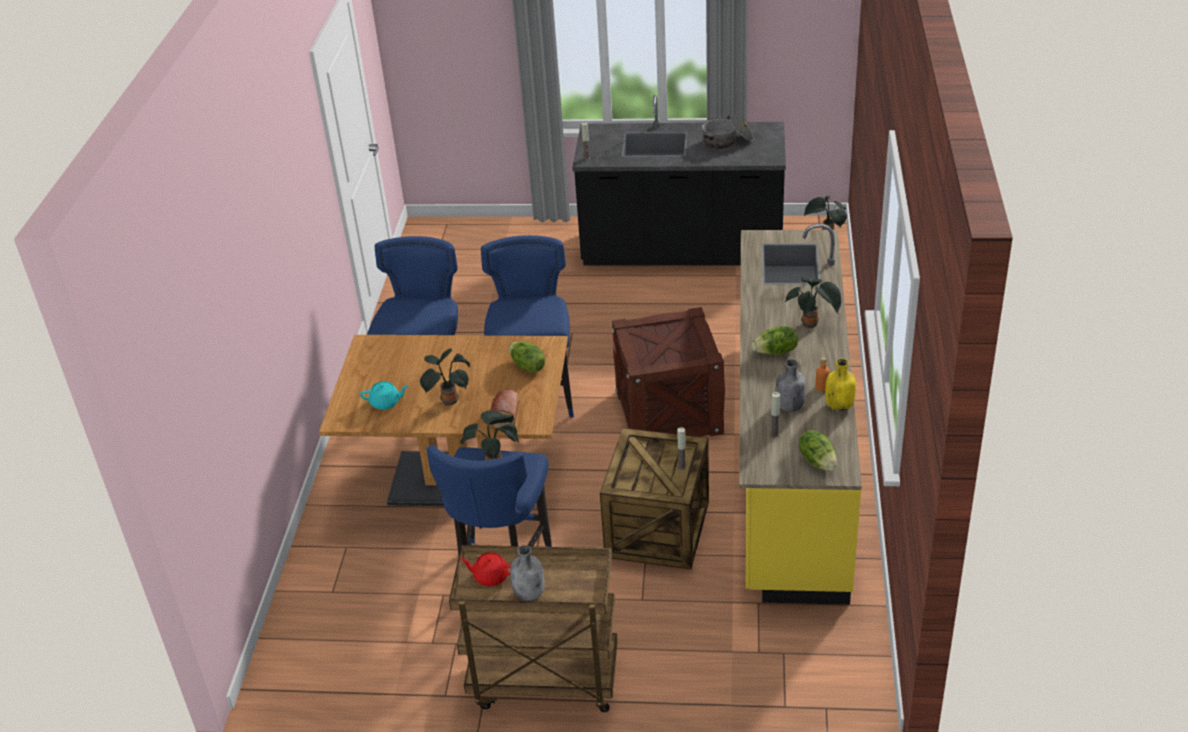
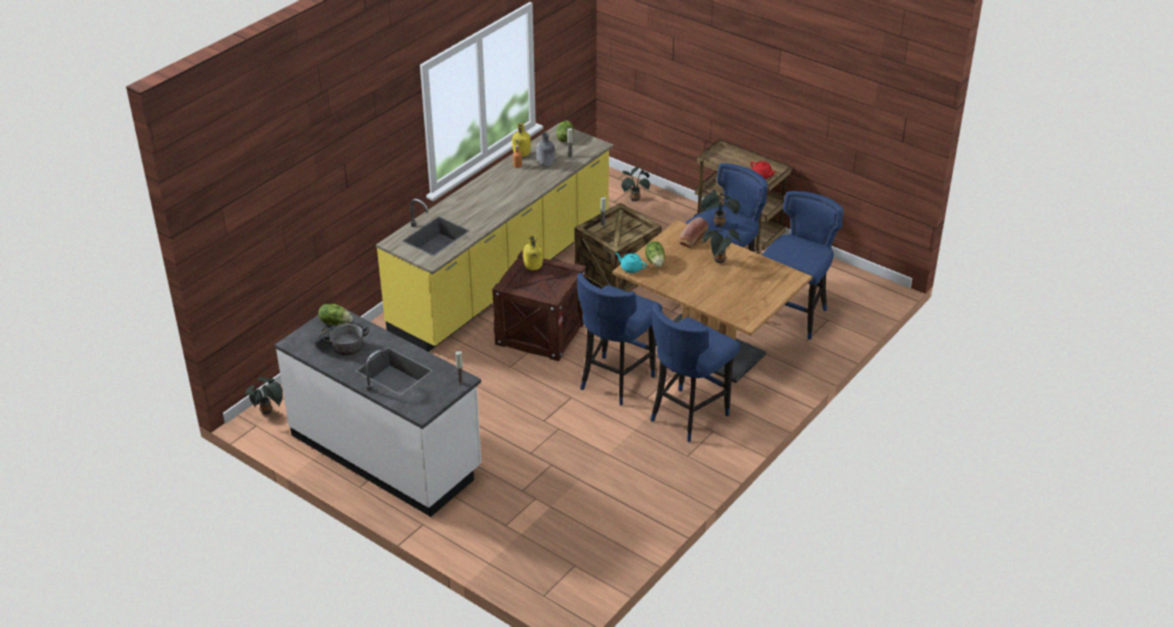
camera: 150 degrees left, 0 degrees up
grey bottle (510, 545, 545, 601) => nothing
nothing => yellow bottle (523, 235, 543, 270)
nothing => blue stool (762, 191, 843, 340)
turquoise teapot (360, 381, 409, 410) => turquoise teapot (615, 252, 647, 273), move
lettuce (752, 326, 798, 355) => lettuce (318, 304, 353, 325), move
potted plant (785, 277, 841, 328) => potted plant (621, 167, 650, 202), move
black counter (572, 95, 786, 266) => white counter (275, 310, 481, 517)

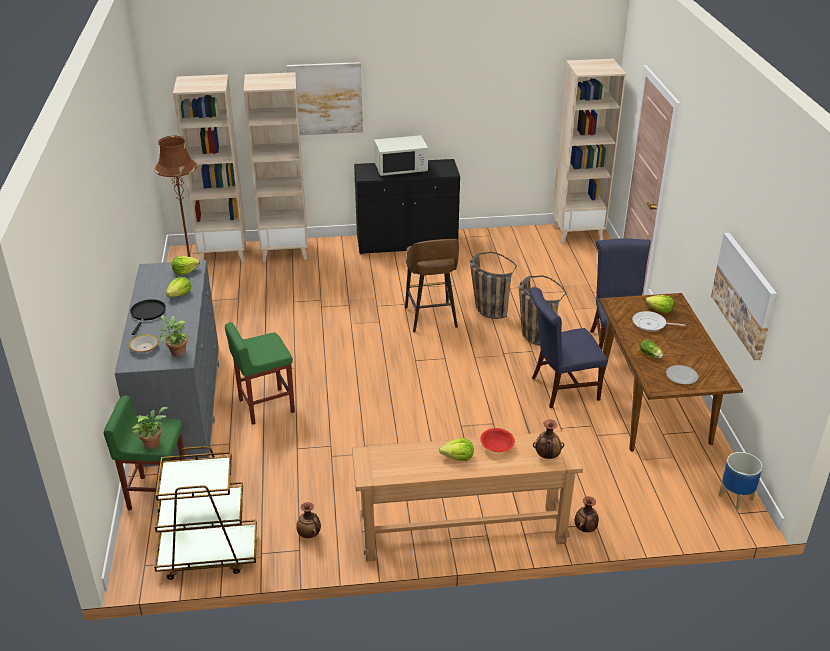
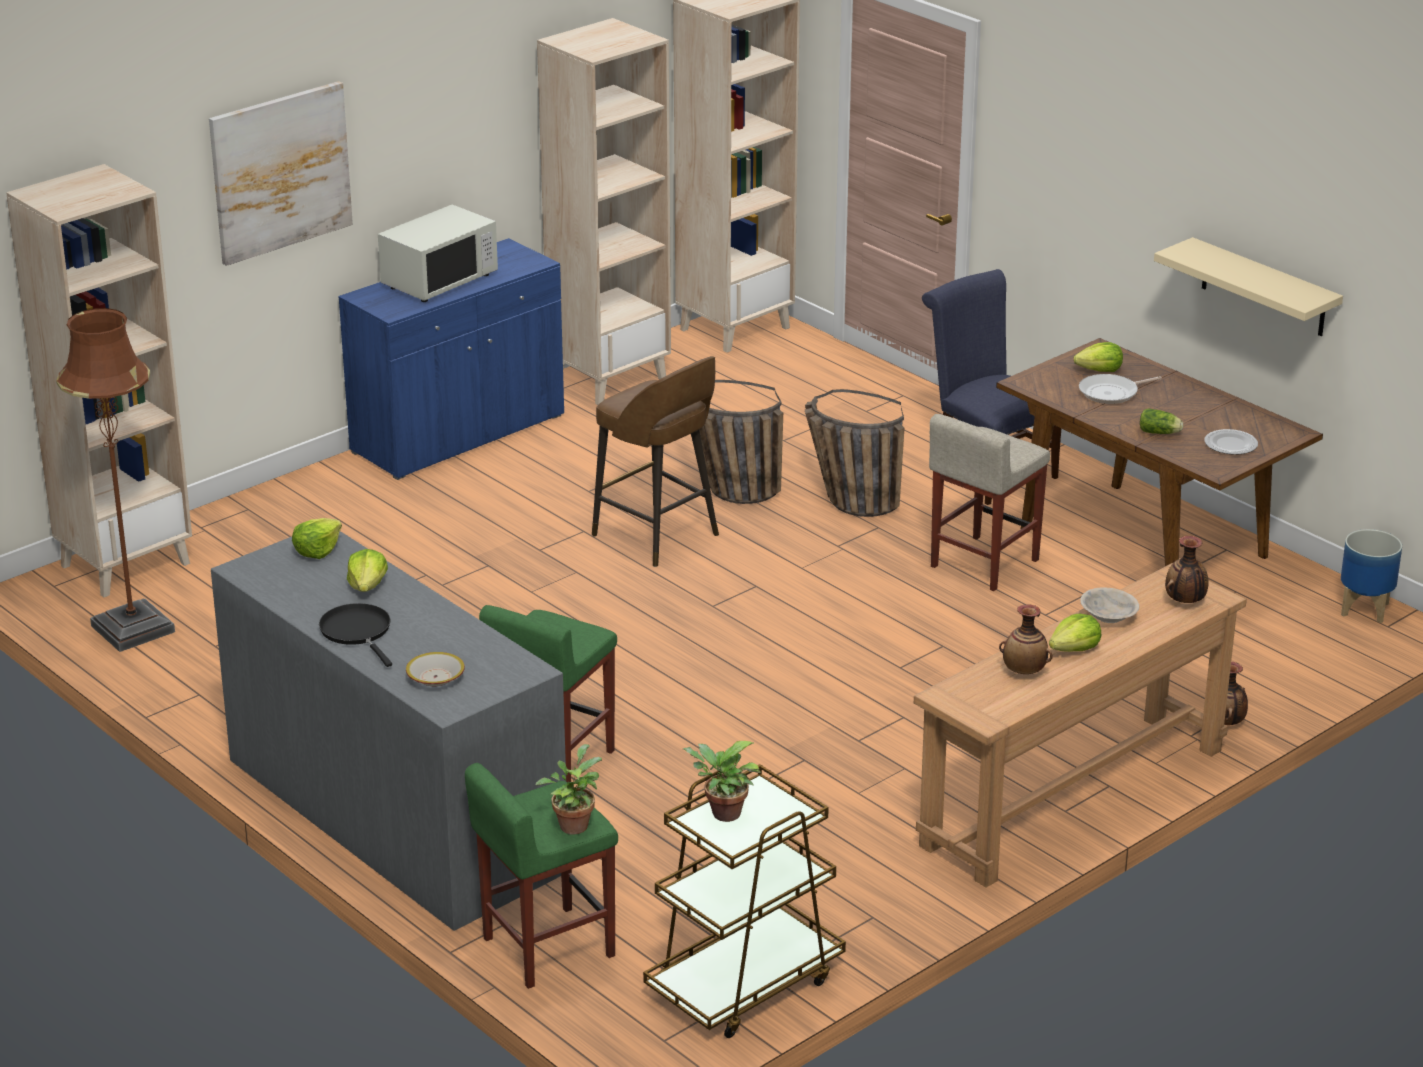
camera: 35 degrees left, 5 degrees down
potted plant (158, 315, 187, 357) => potted plant (683, 741, 761, 822), move
beige bookcase (244, 72, 308, 262) => beige bookcase (537, 18, 671, 405), move
vase (296, 502, 321, 538) => vase (999, 604, 1053, 674), move
blue chair (529, 287, 608, 408) => beige stool (929, 414, 1050, 591)
picture (711, 233, 777, 360) => beige shelf (1154, 237, 1343, 336)
black cabinet (354, 159, 460, 254) => blue cabinet (338, 238, 564, 480)
red bowl (481, 428, 515, 452) => beige bowl (1080, 588, 1139, 623)

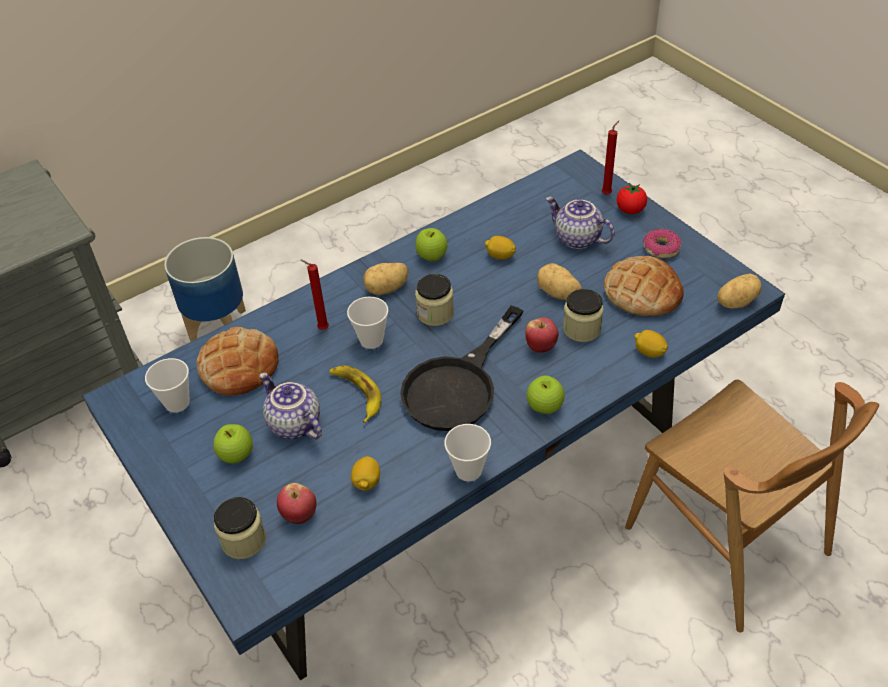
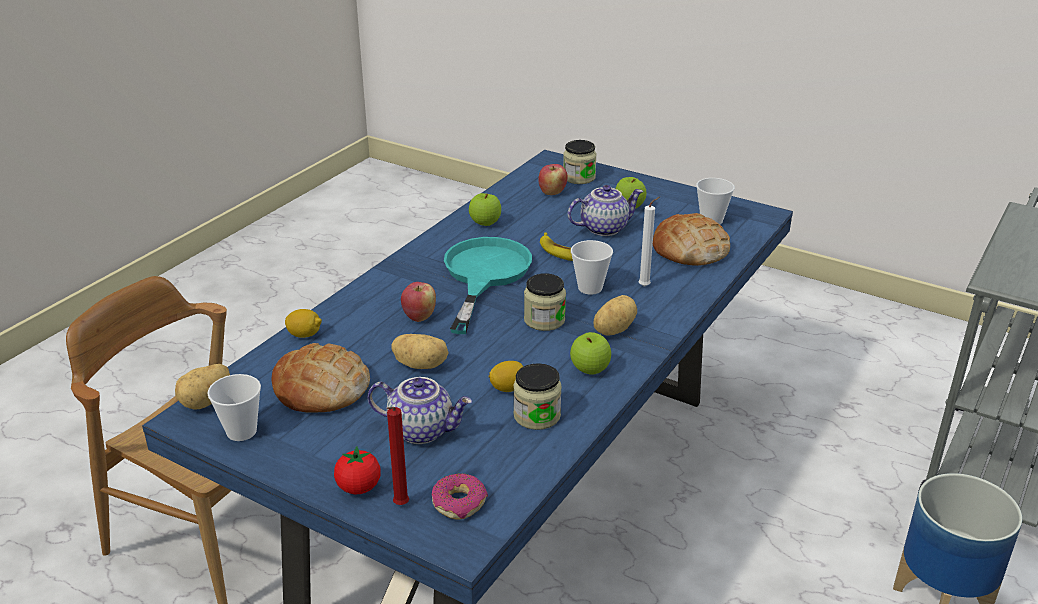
camera: 155 degrees right, 15 degrees down
lemon (351, 456, 380, 491) => nothing
cup (444, 424, 491, 481) => cup (207, 374, 261, 441), move
apple (527, 376, 565, 414) => apple (469, 193, 501, 226), move
jar (563, 289, 604, 342) => jar (513, 363, 562, 430), move
donut (643, 229, 681, 258) => donut (432, 473, 488, 520), move
red candle (301, 260, 329, 330) => white candle (638, 197, 660, 287)
black frying pan (400, 306, 523, 431) => turquoise frying pan (444, 237, 532, 334)
teapot (259, 372, 322, 439) => teapot (568, 185, 643, 236), 45 degrees counterclockwise

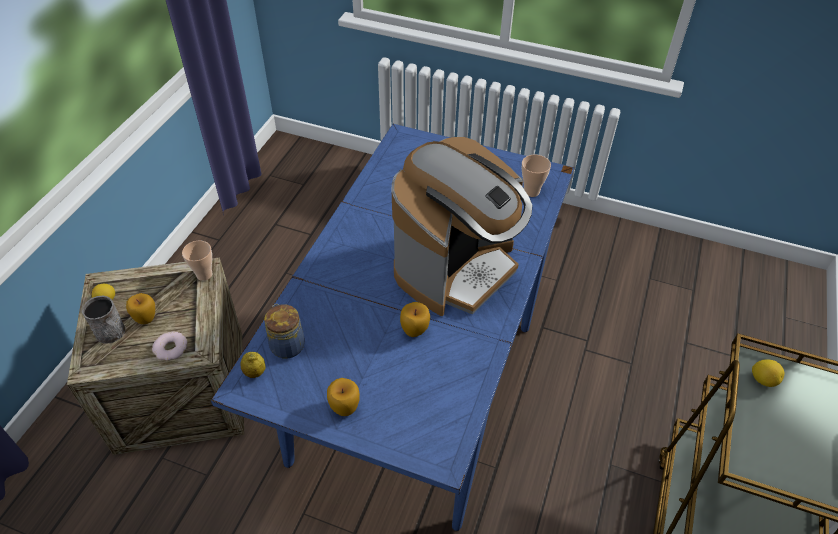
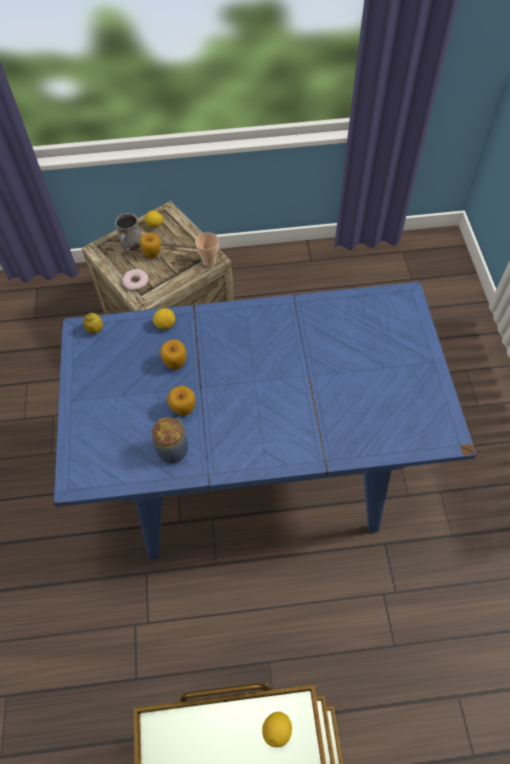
camera: 65 degrees right, 10 degrees up
coffee machine (392, 137, 532, 316) => nothing
cup (522, 155, 551, 197) => nothing
nothing => lemon (153, 308, 175, 329)
jar (264, 304, 305, 359) => jar (152, 417, 188, 463), move
apple (327, 378, 360, 416) => apple (160, 340, 186, 370), move

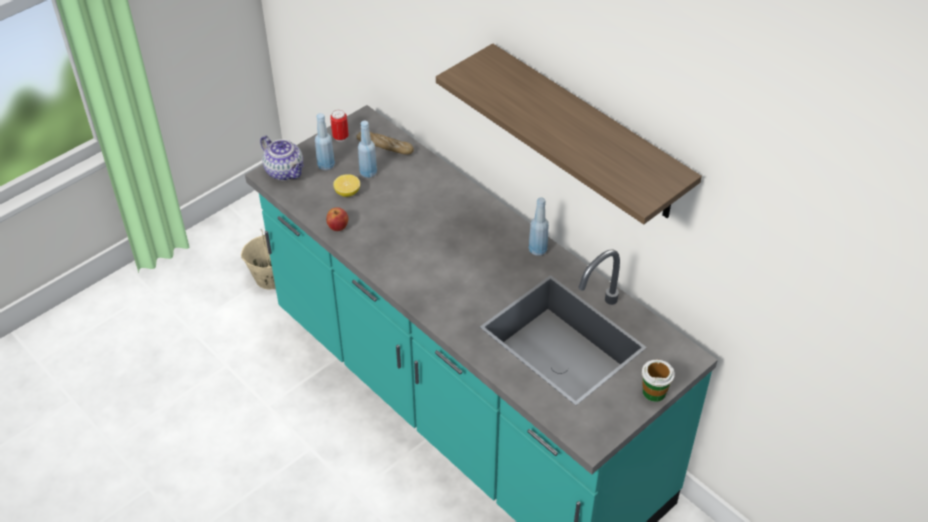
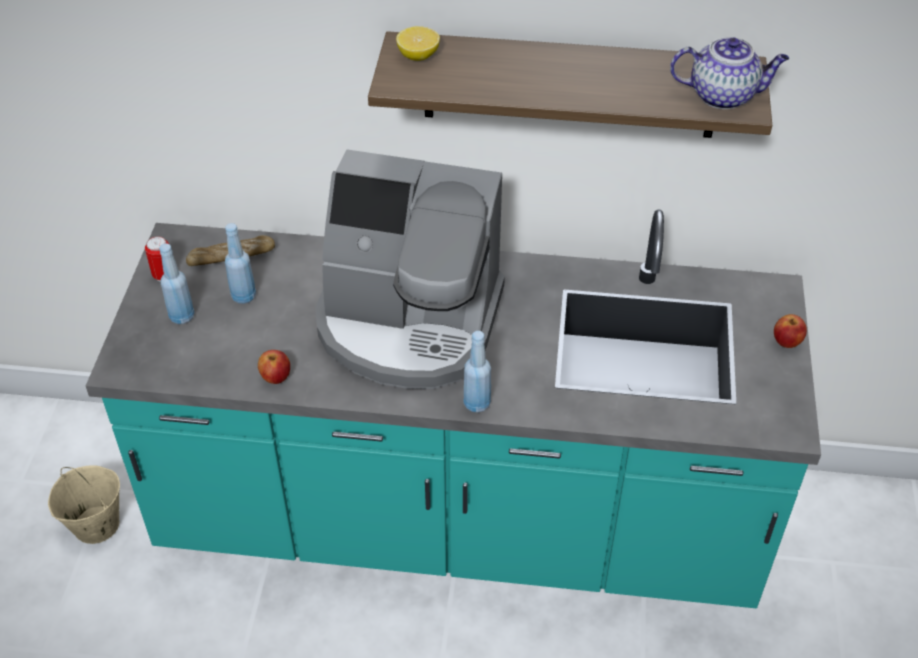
camera: 40 degrees left, 0 degrees up
nothing => coffee machine (315, 150, 505, 389)
teapot (260, 135, 304, 180) => teapot (670, 37, 789, 109), move
lemon (333, 174, 360, 197) => lemon (396, 26, 440, 61), move
blue bottle (529, 198, 549, 256) => blue bottle (464, 331, 491, 413), move
cup (642, 360, 675, 402) => apple (774, 314, 807, 348)

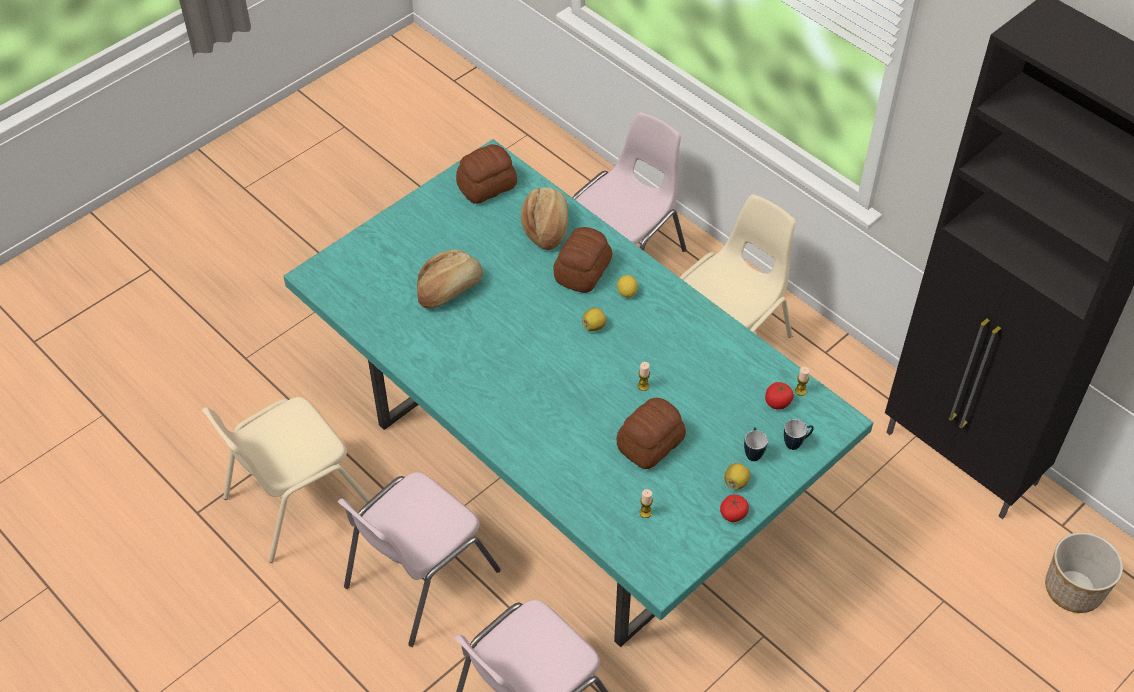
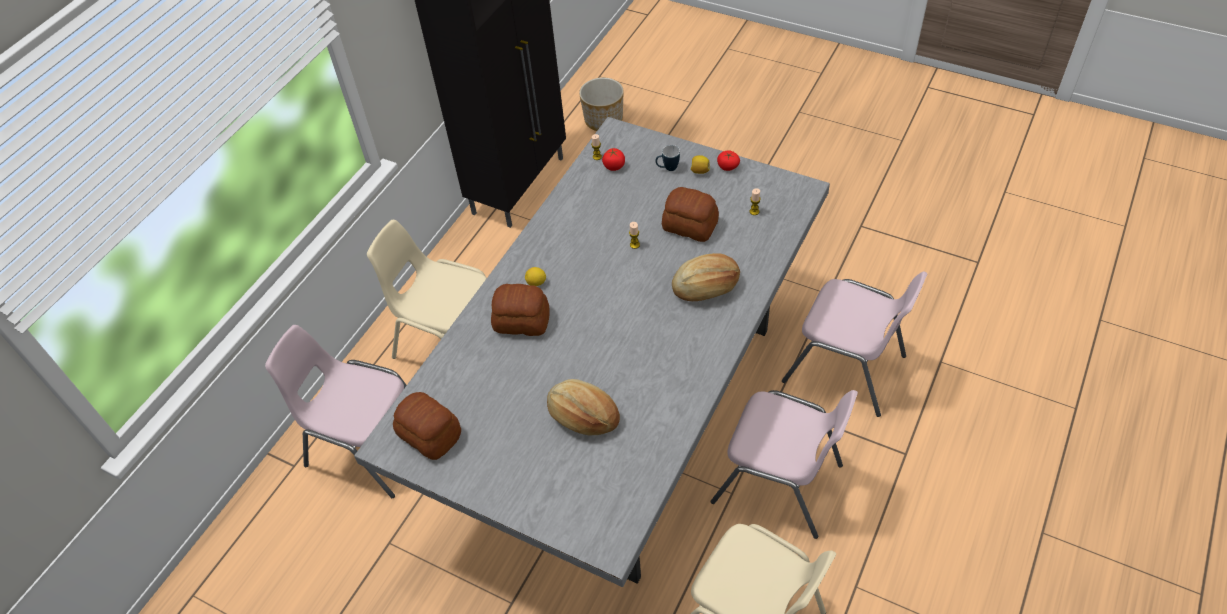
camera: 105 degrees left, 0 degrees up
lemon (582, 308, 606, 331) => nothing
mug (784, 419, 814, 450) => nothing
bread (521, 187, 568, 250) => bread (672, 253, 740, 301), move
turquoise dining table (283, 139, 873, 647) => grey dining table (354, 117, 830, 587)

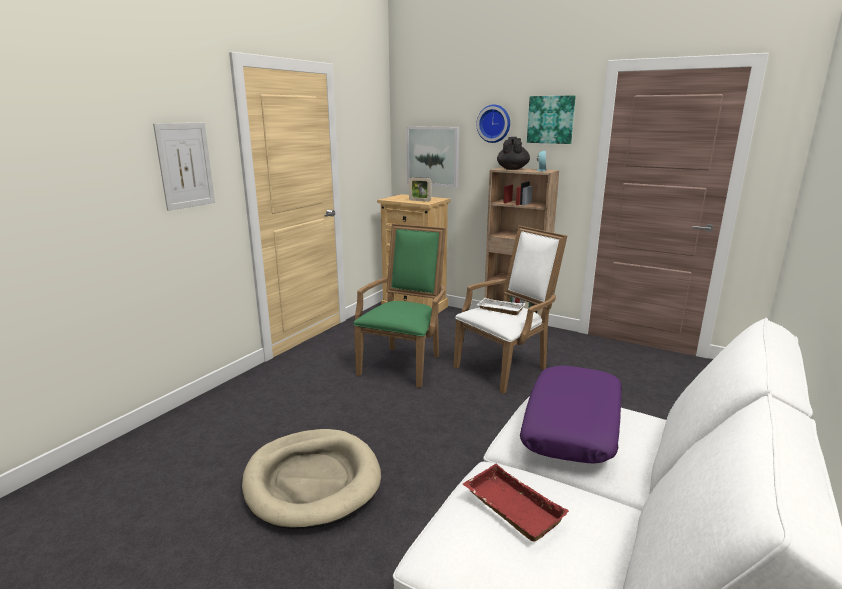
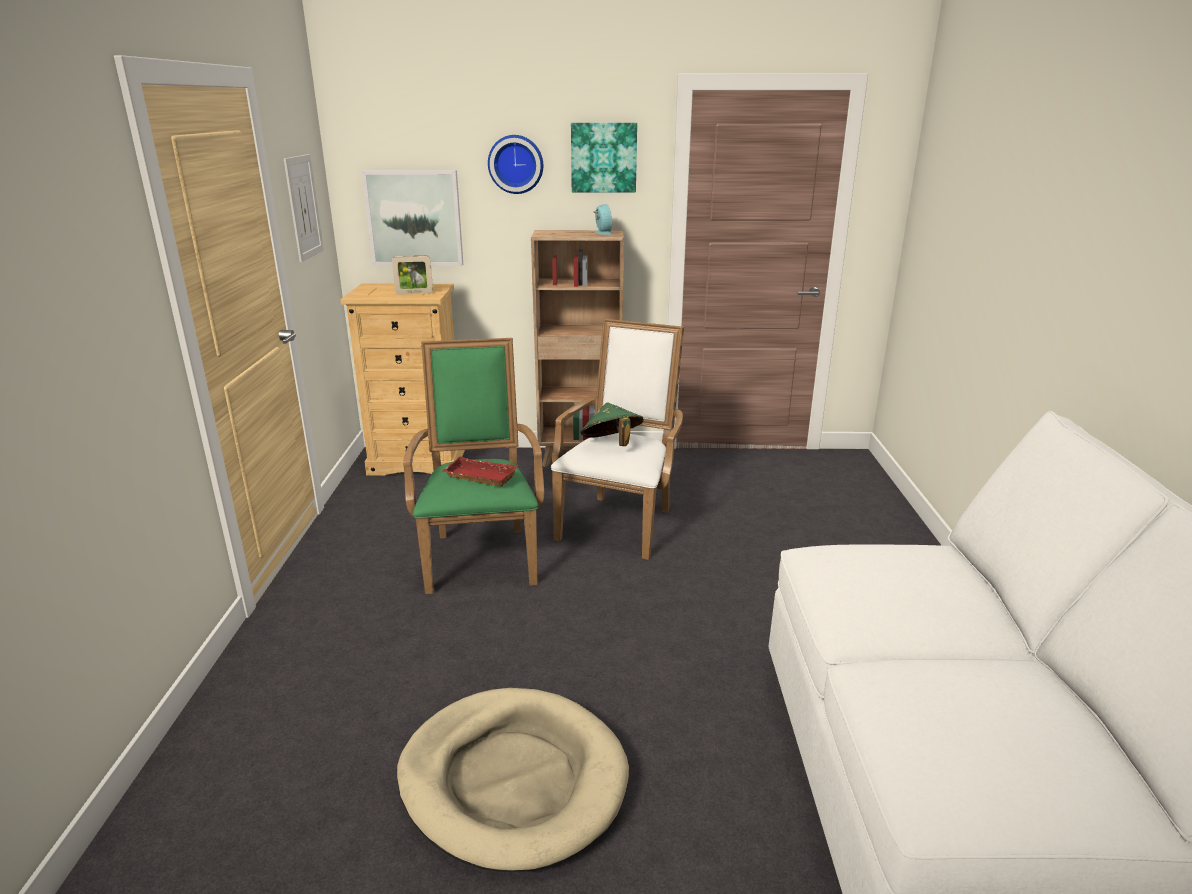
camera: 30 degrees left, 5 degrees up
black teapot (497, 137, 530, 170) => nothing
purple pillow (520, 365, 622, 463) => nothing
picture (153, 123, 215, 211) => picture (284, 154, 324, 262), move
red tray (462, 464, 569, 542) => red tray (442, 457, 518, 487), move
white tray (477, 298, 525, 315) => green hat (581, 402, 644, 446)

